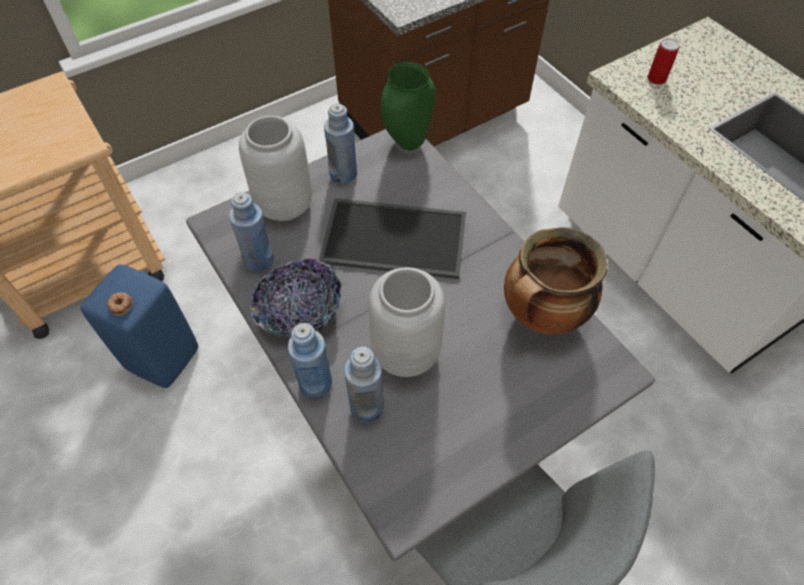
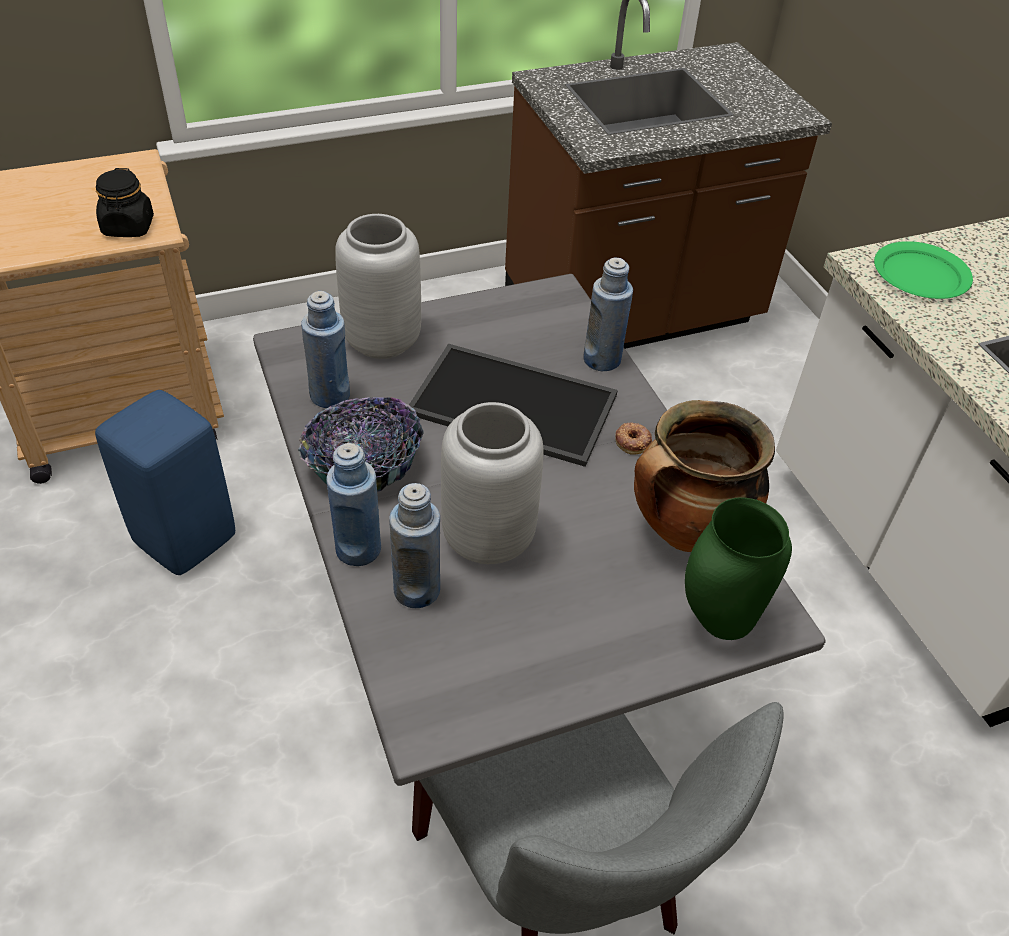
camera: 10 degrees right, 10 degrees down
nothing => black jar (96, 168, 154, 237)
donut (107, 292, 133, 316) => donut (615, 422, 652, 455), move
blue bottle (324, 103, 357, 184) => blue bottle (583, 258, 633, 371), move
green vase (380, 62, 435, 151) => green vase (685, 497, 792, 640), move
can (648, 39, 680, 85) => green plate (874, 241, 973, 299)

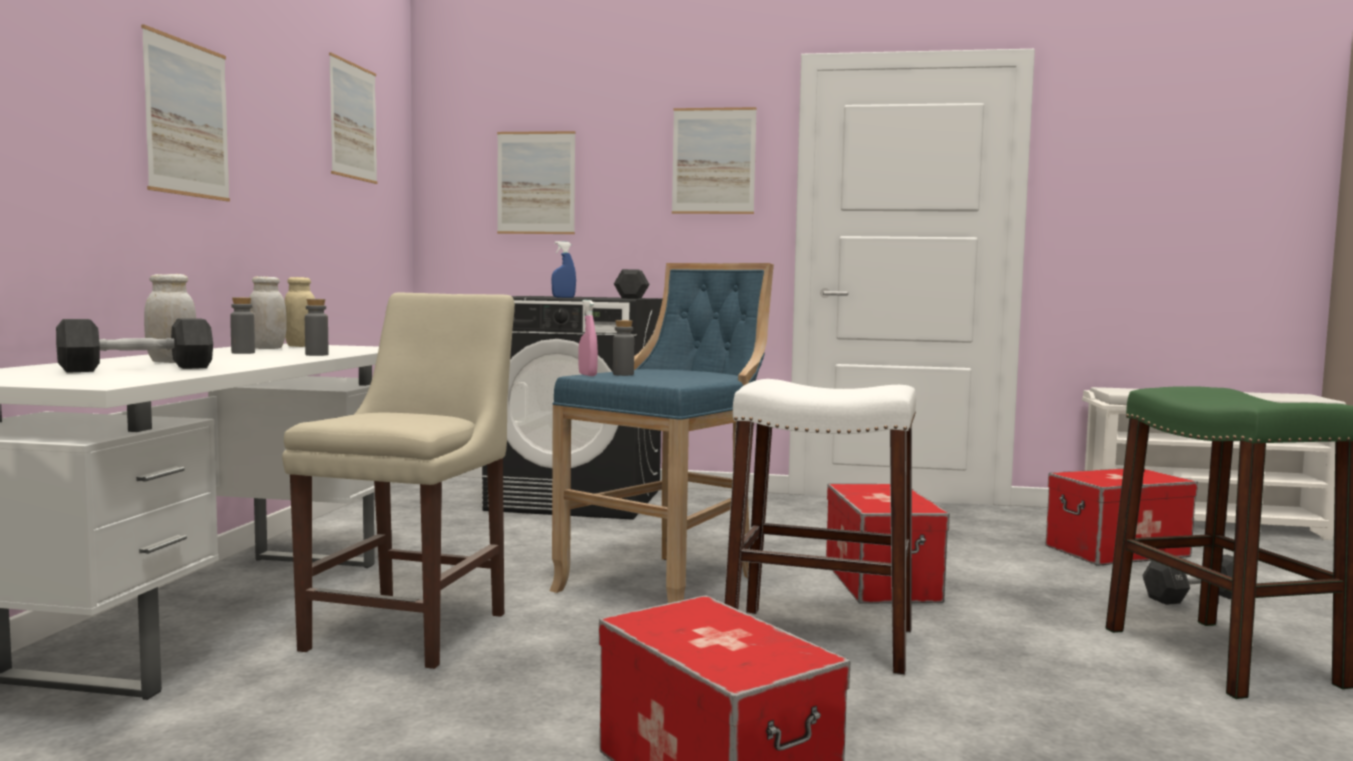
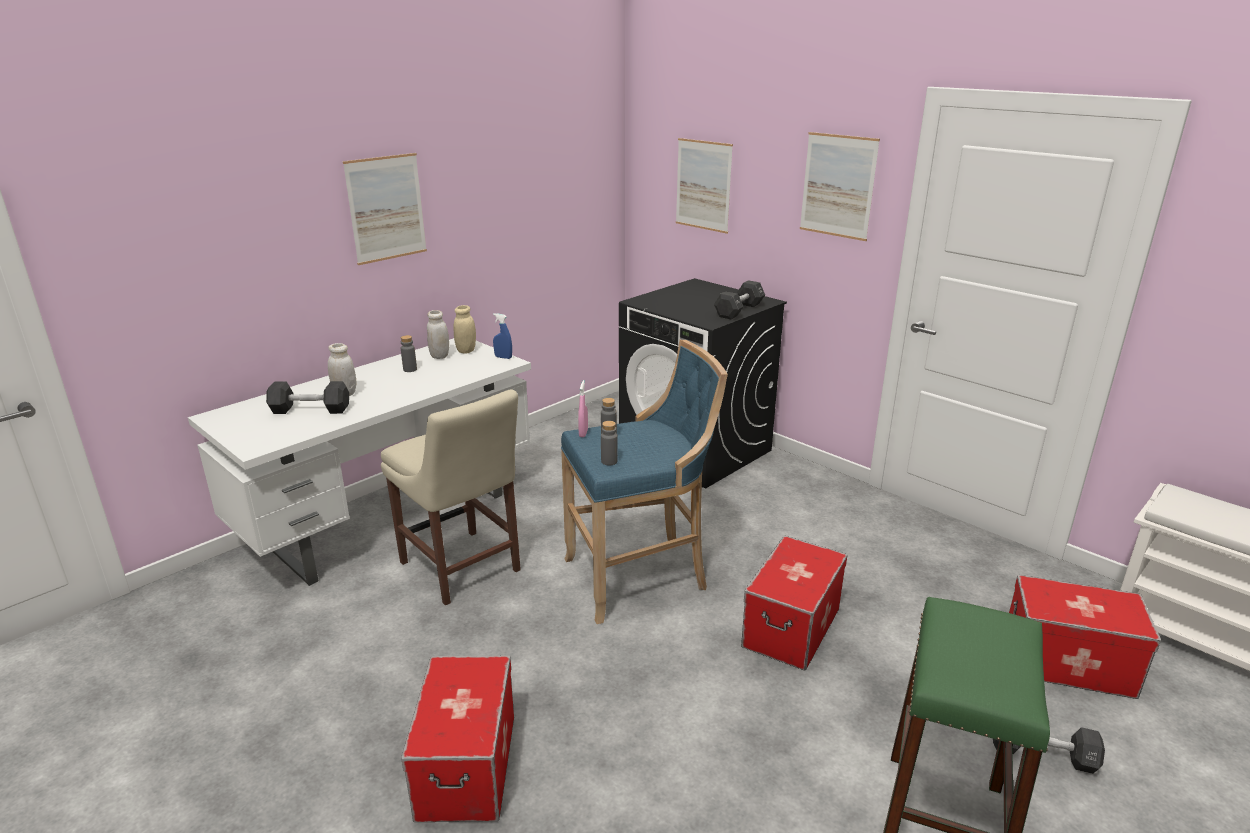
camera: 35 degrees right, 20 degrees up
picture (329, 53, 378, 184) => nothing
white stool (724, 379, 916, 675) => nothing
grey bottle (305, 299, 329, 356) => grey bottle (601, 421, 618, 465), move
blue spray bottle (551, 241, 576, 298) => blue spray bottle (493, 313, 512, 359), move
beige chair (282, 292, 515, 669) => beige chair (381, 389, 521, 605), 90 degrees clockwise

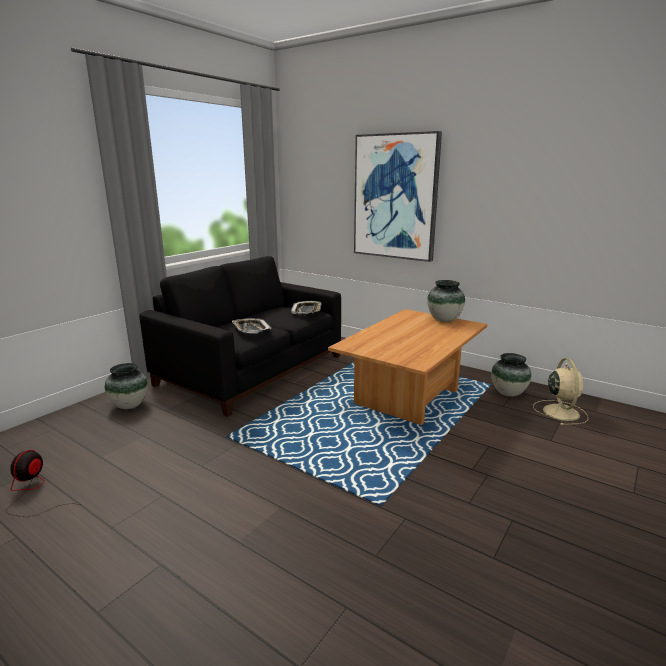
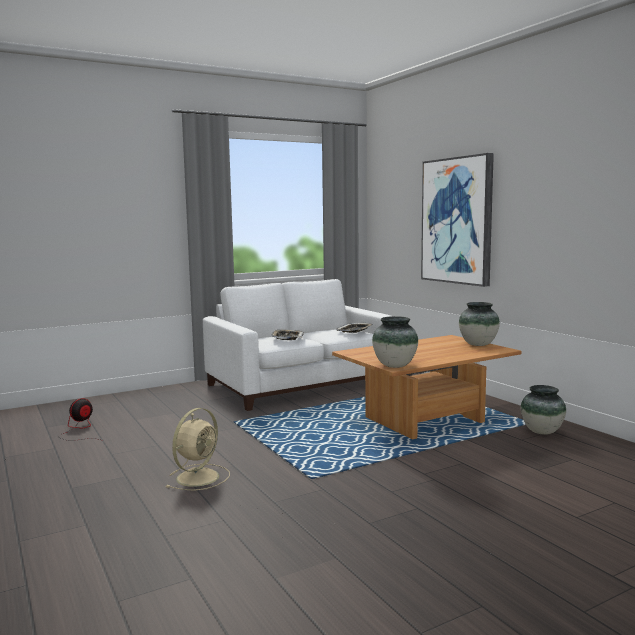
camera: 25 degrees right, 10 degrees down
vase (105, 363, 148, 409) => vase (372, 316, 418, 368), move
beige fan (533, 358, 588, 425) => beige fan (166, 408, 230, 491), move
black sofa (139, 256, 341, 417) => white sofa (203, 279, 391, 411)

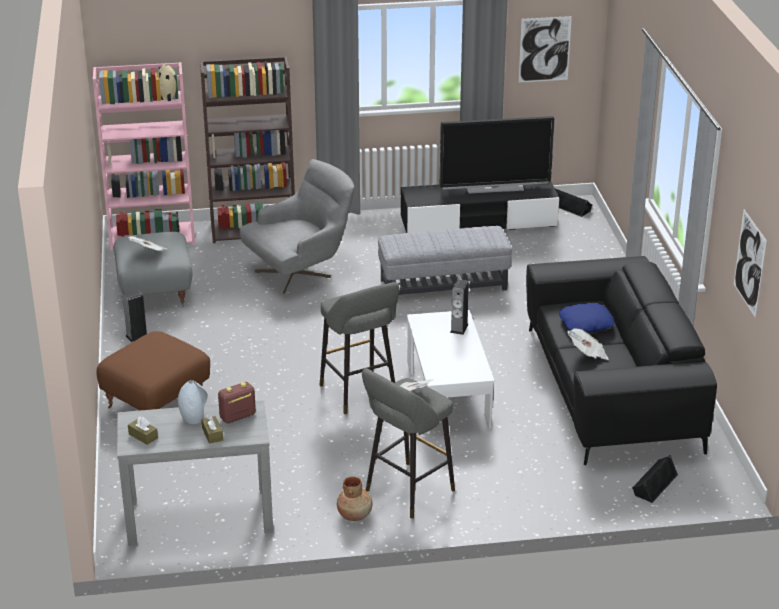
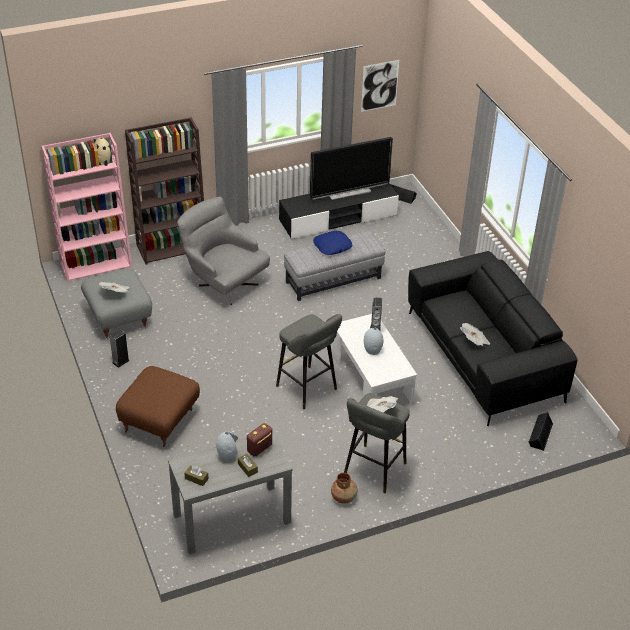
camera: 15 degrees left, 10 degrees up
picture (734, 210, 767, 318) => nothing
nothing => grey vase (364, 328, 384, 355)
blue pillow (559, 303, 615, 332) => blue pillow (313, 231, 352, 255), move
grey armchair (240, 159, 354, 294) => grey armchair (177, 196, 270, 305), 90 degrees counterclockwise

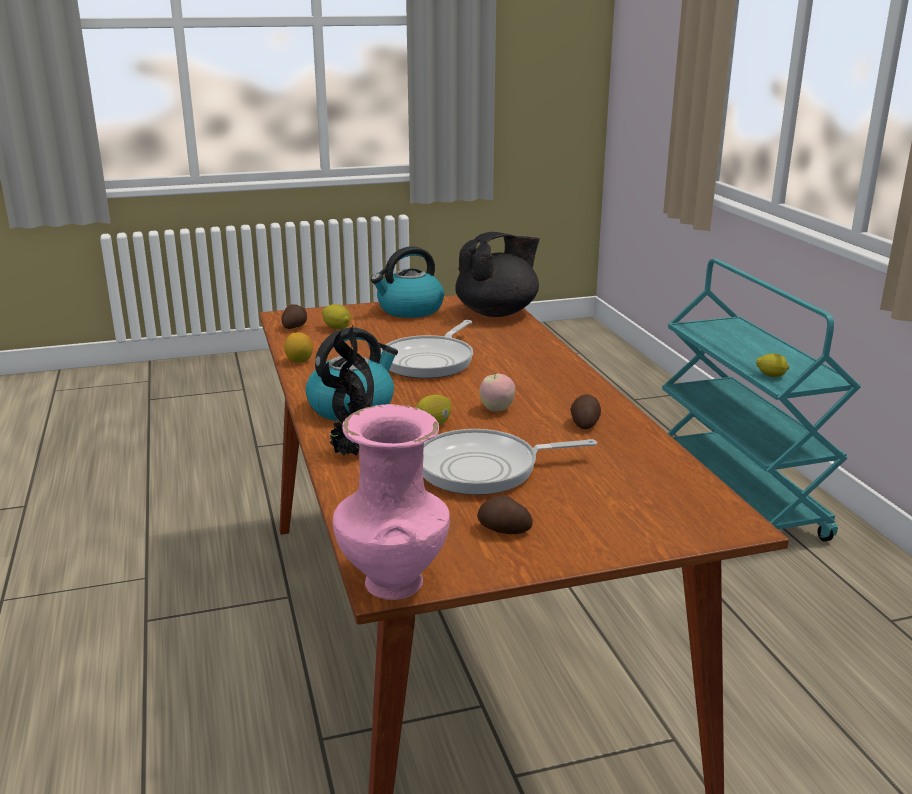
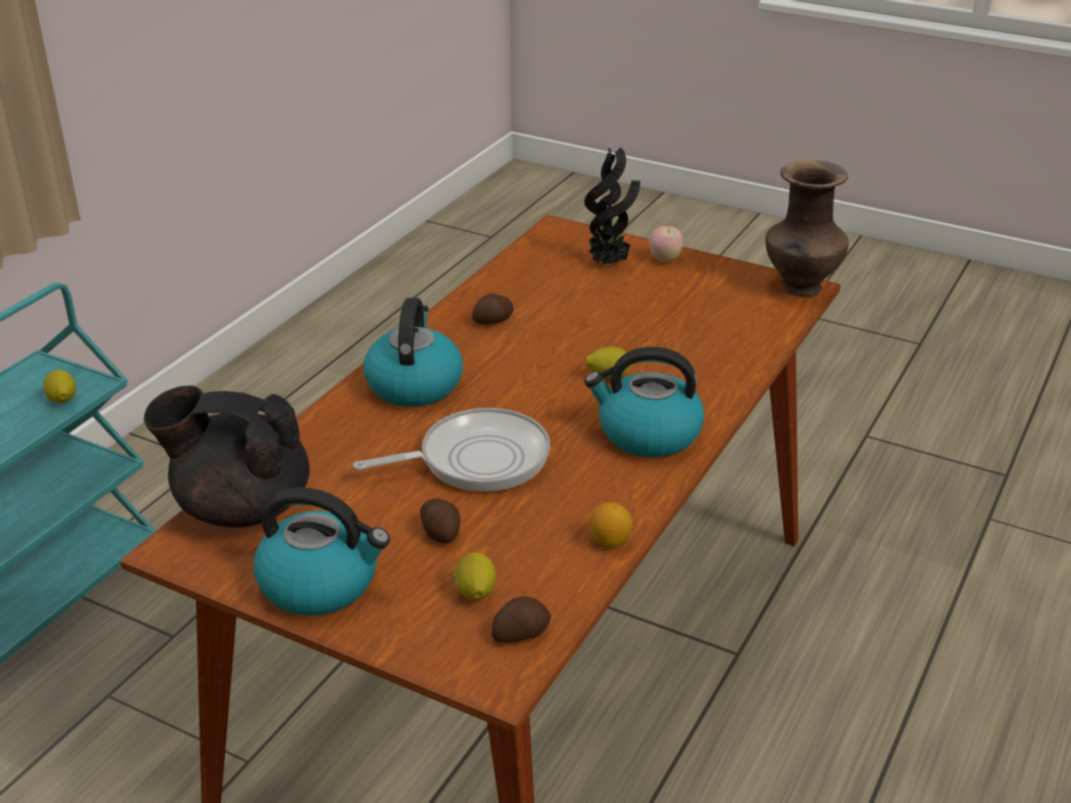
camera: 135 degrees left, 10 degrees up
frying pan (423, 429, 597, 495) => nothing
nothing => kettle (364, 298, 463, 407)
potted plant (321, 326, 374, 456) => potted plant (584, 147, 640, 265), move
potato (477, 495, 533, 534) => potato (420, 498, 460, 543), move
apple (479, 371, 515, 411) => apple (649, 224, 683, 262), move
pink vase (333, 404, 450, 600) => brown vase (765, 160, 849, 296)

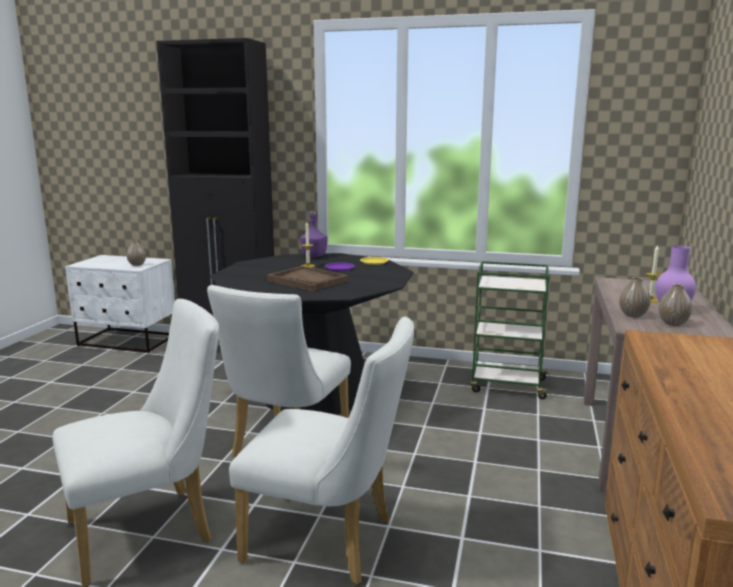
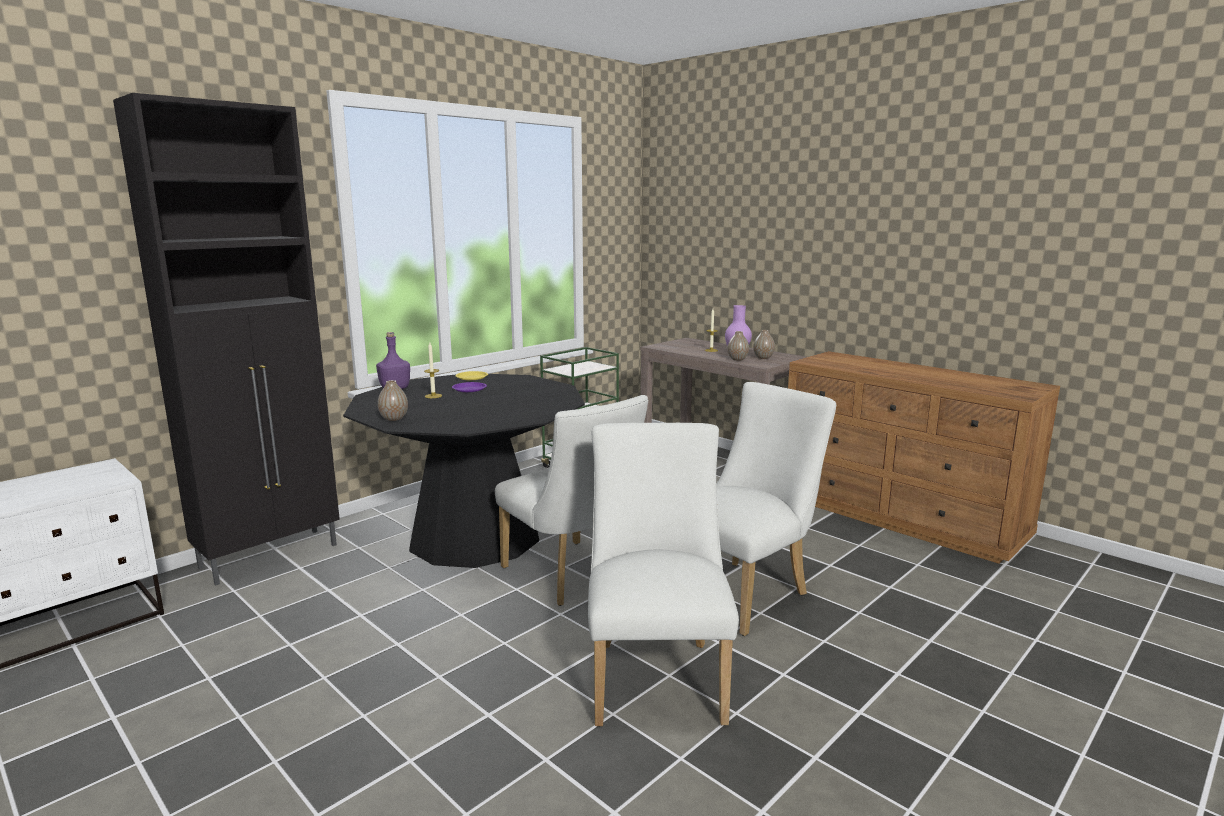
camera: 60 degrees left, 0 degrees up
brown tray (267, 266, 348, 292) => nothing
vase (127, 240, 146, 266) => vase (378, 380, 408, 421), move

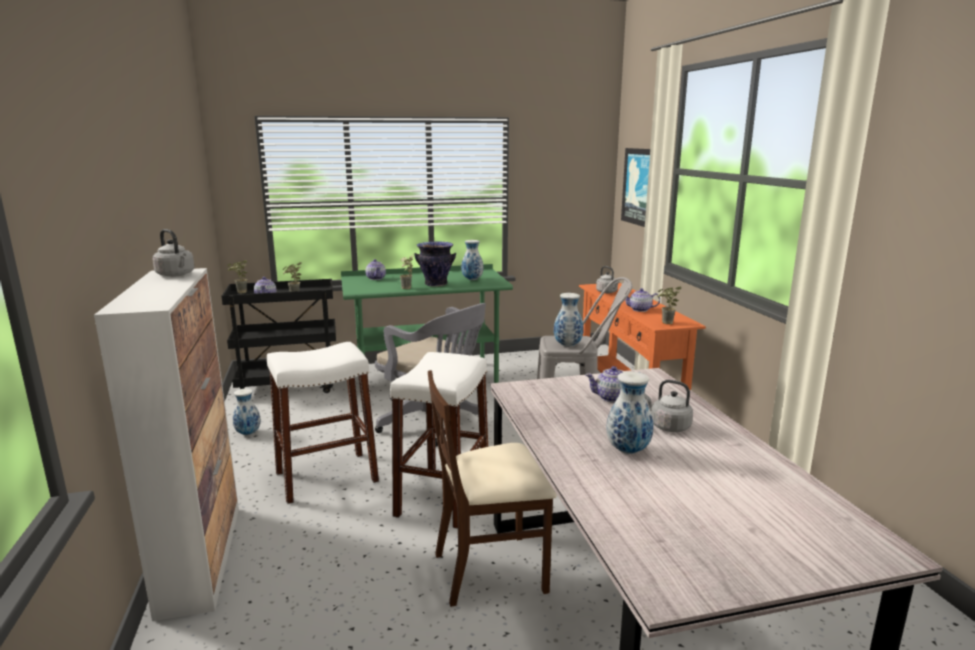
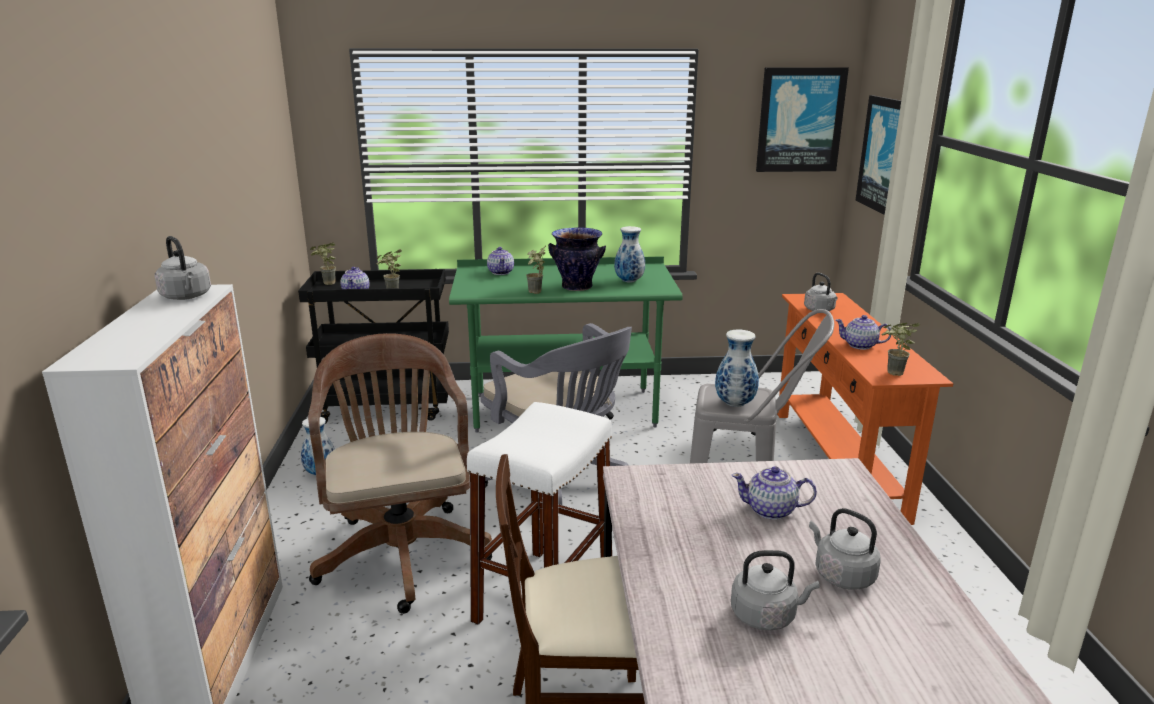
camera: 10 degrees right, 5 degrees up
nothing => picture (756, 67, 849, 172)
white stool (267, 342, 379, 504) => brown office chair (308, 333, 492, 614)
vase (606, 372, 653, 454) => grey kettle (731, 550, 820, 630)

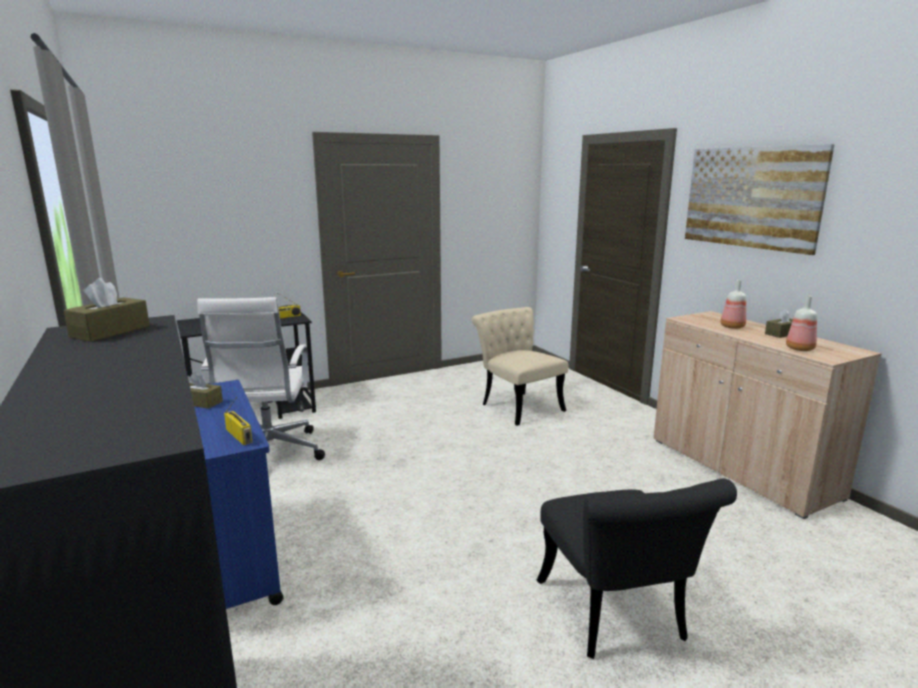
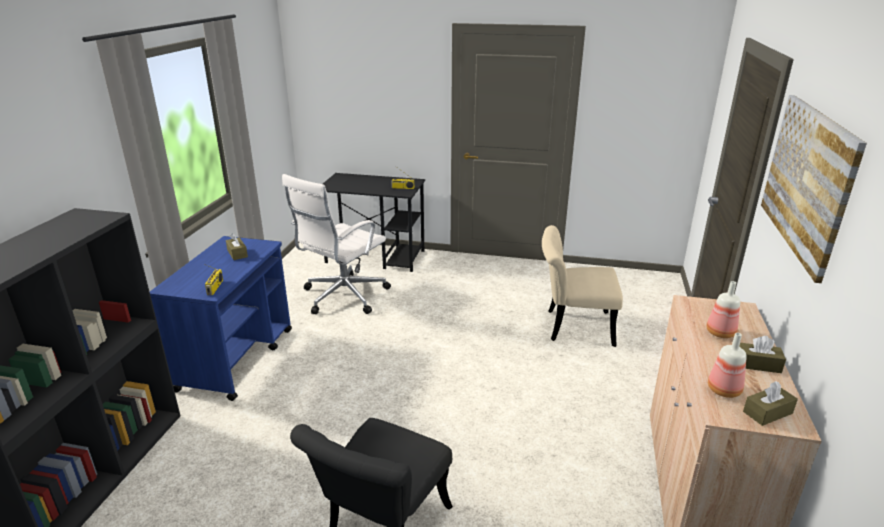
camera: 40 degrees right, 10 degrees up
brown tissue box (63, 278, 150, 342) => brown tissue box (743, 381, 798, 426), move
beige chair (472, 307, 568, 426) => beige chair (542, 225, 623, 347), 90 degrees counterclockwise

